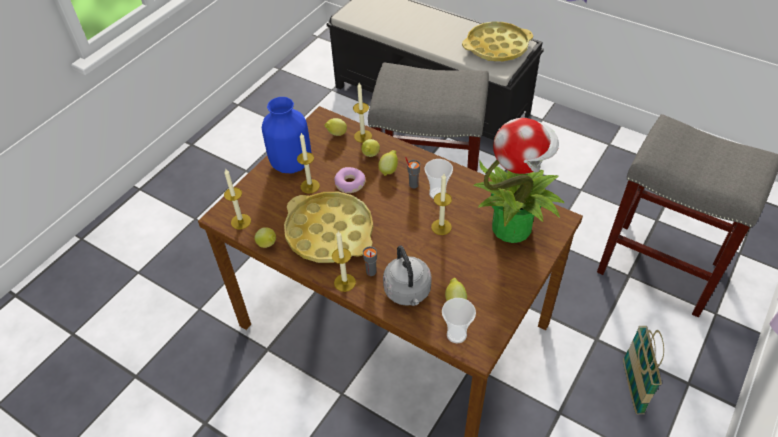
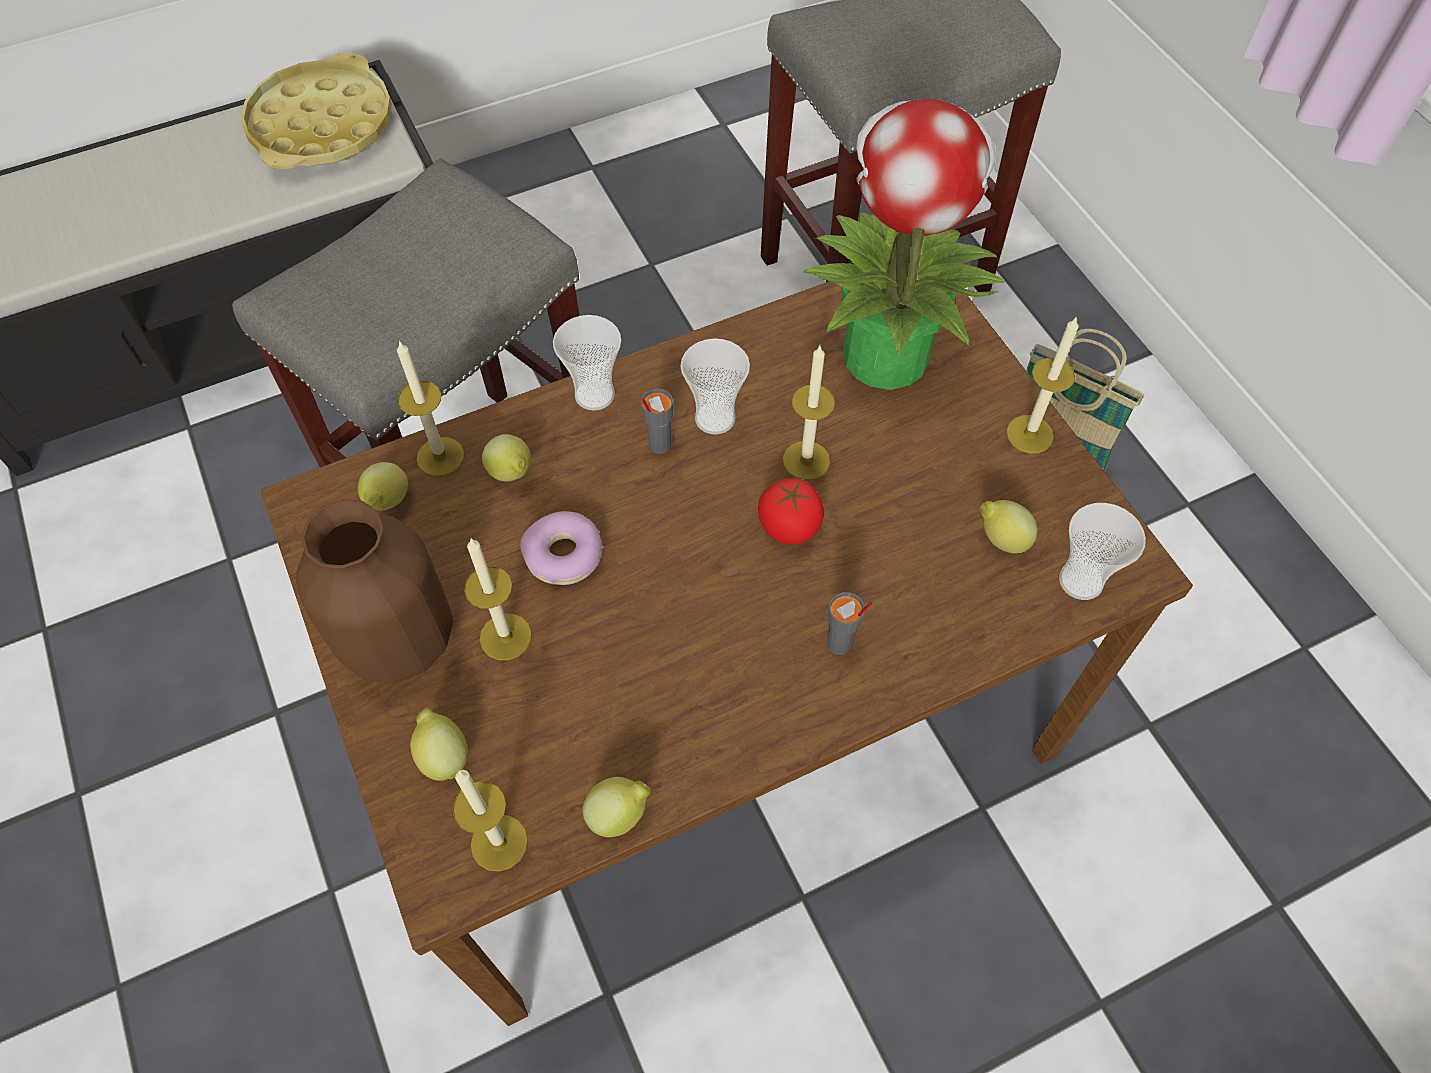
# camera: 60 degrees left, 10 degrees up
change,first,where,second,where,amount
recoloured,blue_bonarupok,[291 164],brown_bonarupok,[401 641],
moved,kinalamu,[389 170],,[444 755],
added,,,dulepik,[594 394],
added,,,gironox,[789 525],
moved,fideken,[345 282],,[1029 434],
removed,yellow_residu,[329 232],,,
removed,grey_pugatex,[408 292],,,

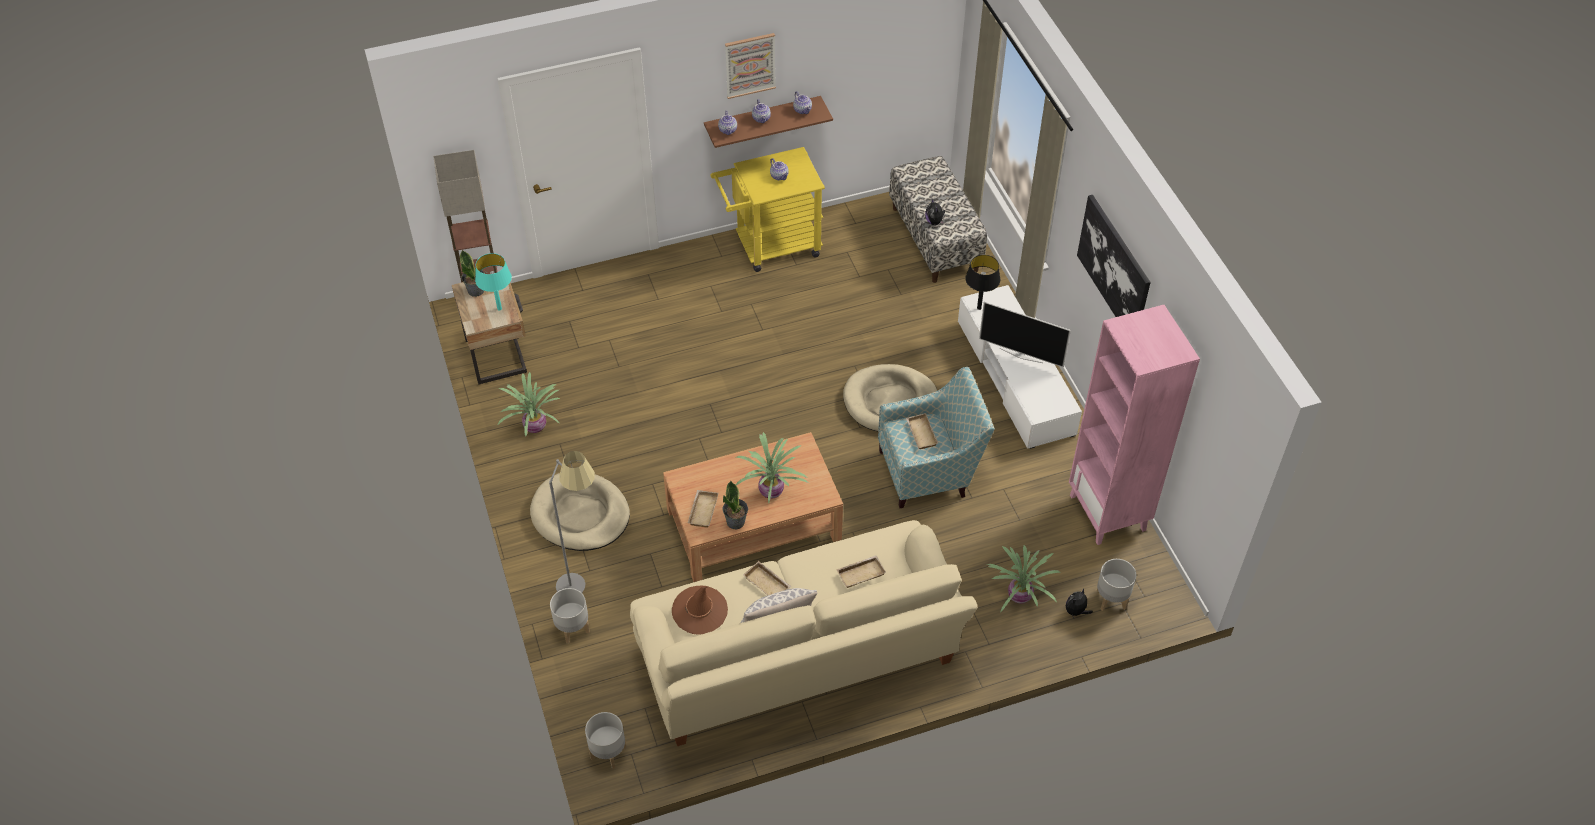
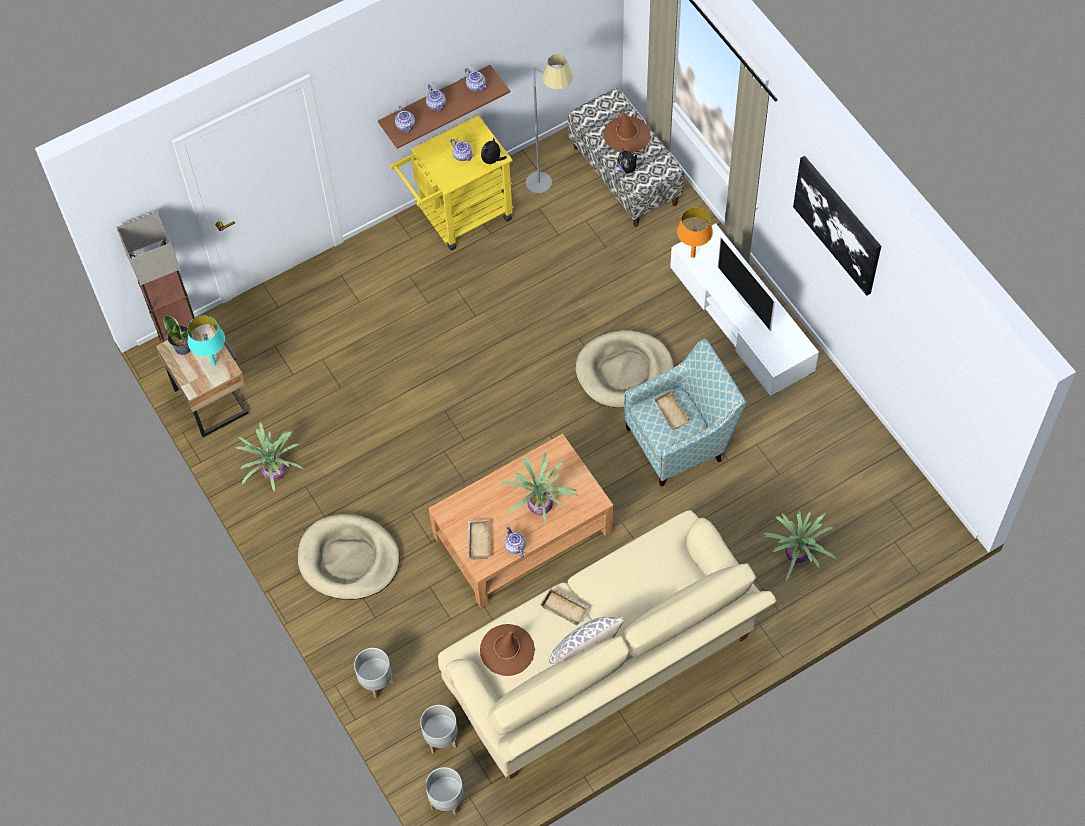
# camera: 10 degrees left, 10 degrees up
change,first,where,second,where,amount
moved,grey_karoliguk,[1111 599],,[441 738],
moved,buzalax,[1076 611],,[492 160],
replaced,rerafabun,[736 522],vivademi,[514 546],
moved,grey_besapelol,[584 584],,[550 179],
added,,,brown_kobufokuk,[626 135],
recoloured,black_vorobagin,[979 308],orange_vorobagin,[693 255],
turned,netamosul,[1021 355],,[746 301],45 degrees clockwise
removed,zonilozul,[750 65],,,
removed,beige_residu,[861 573],,,
removed,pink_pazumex,[1108 513],,,

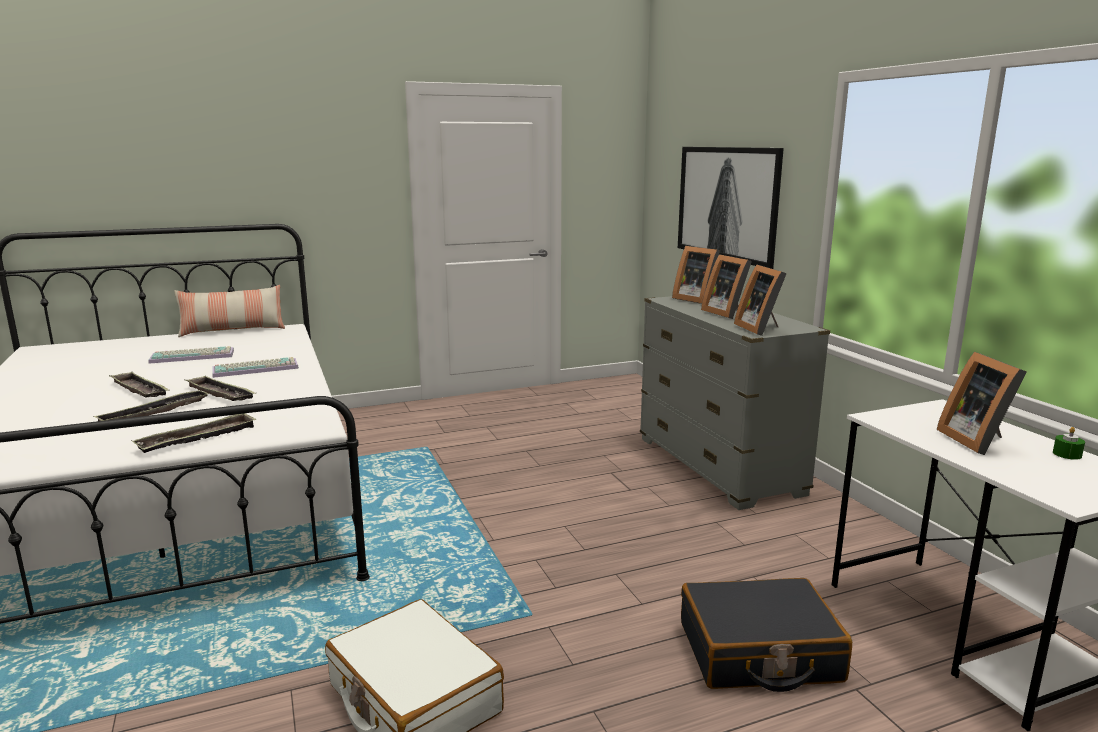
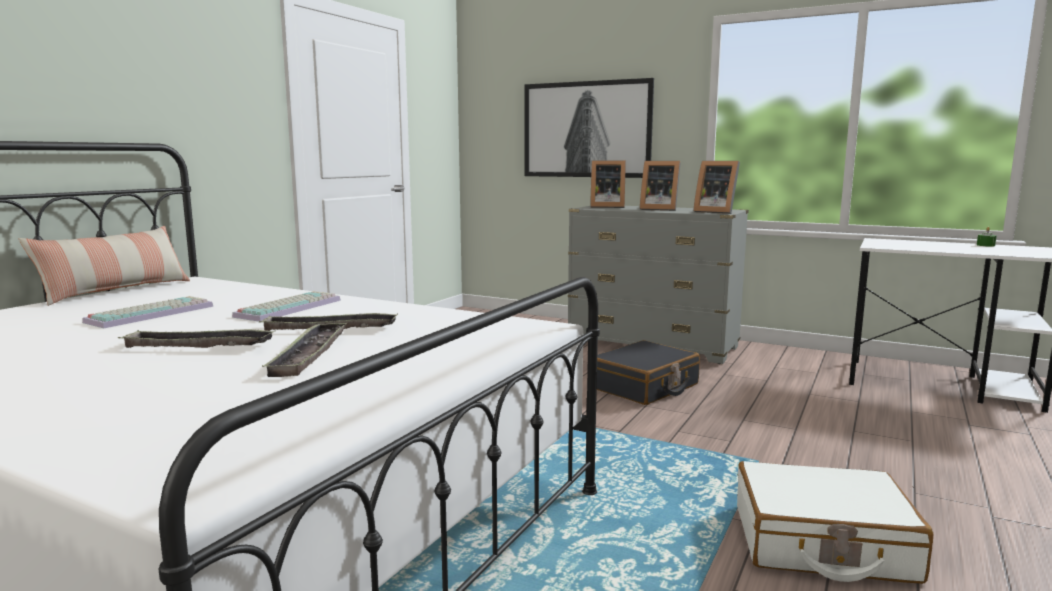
# camera: 40 degrees left, 5 degrees down
change,first,where,second,where,amount
moved,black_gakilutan,[759 652],,[644 387],
removed,residu,[198 438],,,
removed,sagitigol,[977 440],,,

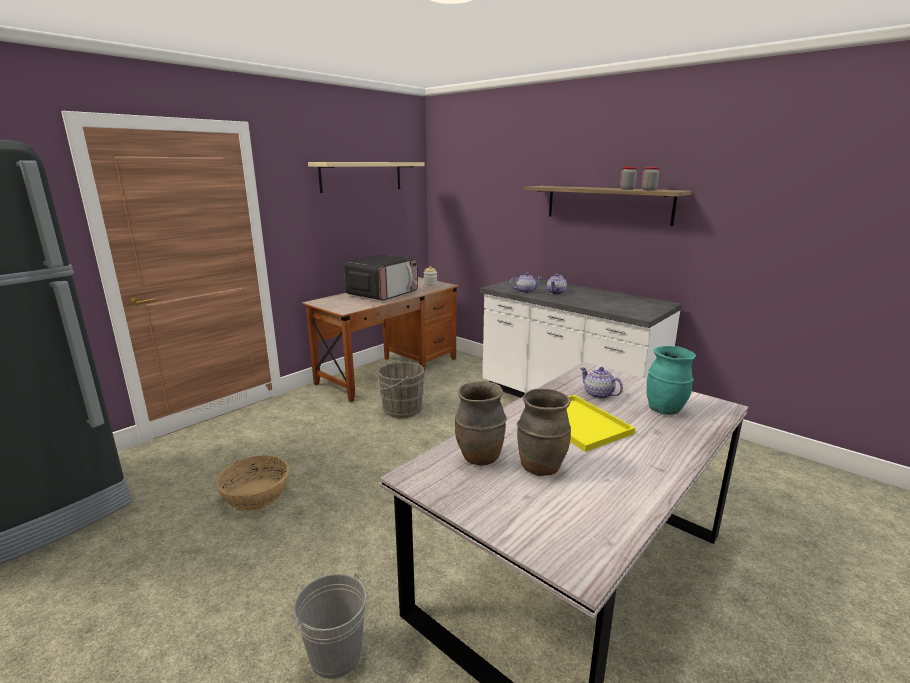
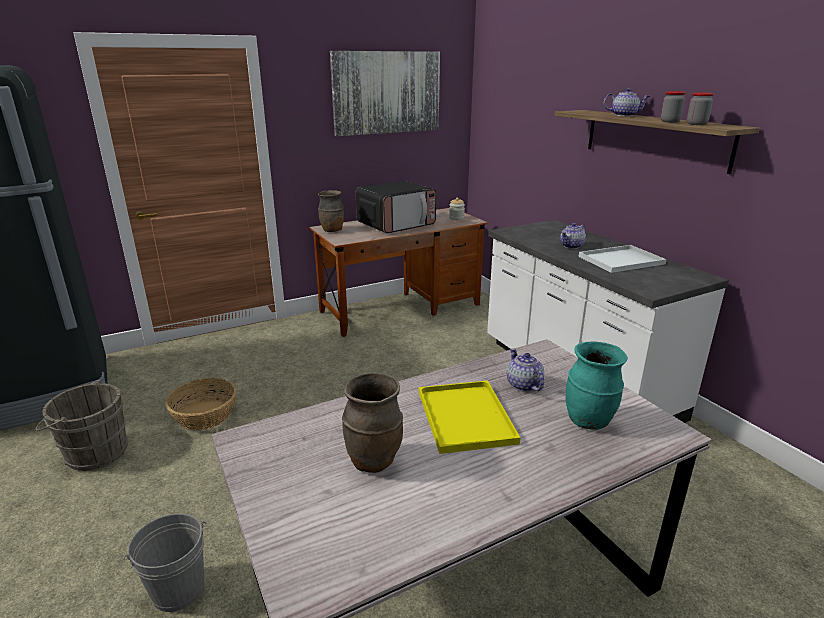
# camera: 20 degrees right, 5 degrees up
change,first,where,second,where,amount
moved,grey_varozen,[399 409],,[93 452],
moved,brown_bonarupok,[479 458],,[332 230],
replaced,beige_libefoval,[361 176],zonilozul,[387 93],
added,,,white_residu,[620 260],
moved,vivademi,[525 291],,[624 115],

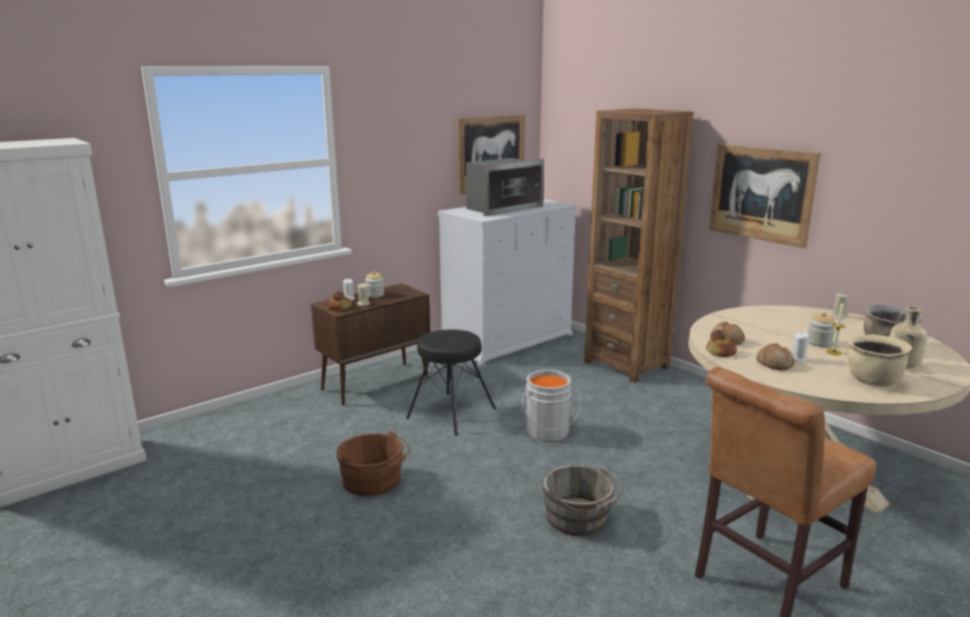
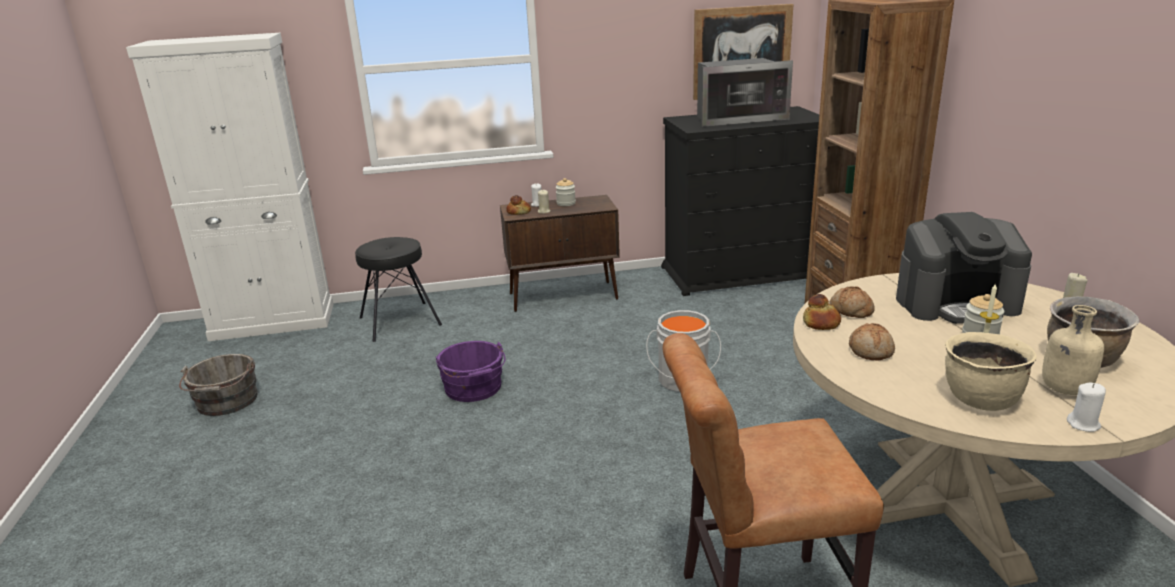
# camera: 30 degrees right, 5 degrees up
change,first,where,second,where,amount
moved,grey_varozen,[579 519],,[226 402],
moved,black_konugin,[450 413],,[399 321],
recoloured,brown_varozen,[374 481],purple_varozen,[474 389],
recoloured,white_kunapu,[507 339],black_kunapu,[740 273],
added,,,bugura,[956 304],
moved,white_fideken,[797 359],,[1083 424],
removed,zonilozul,[761 193],,,

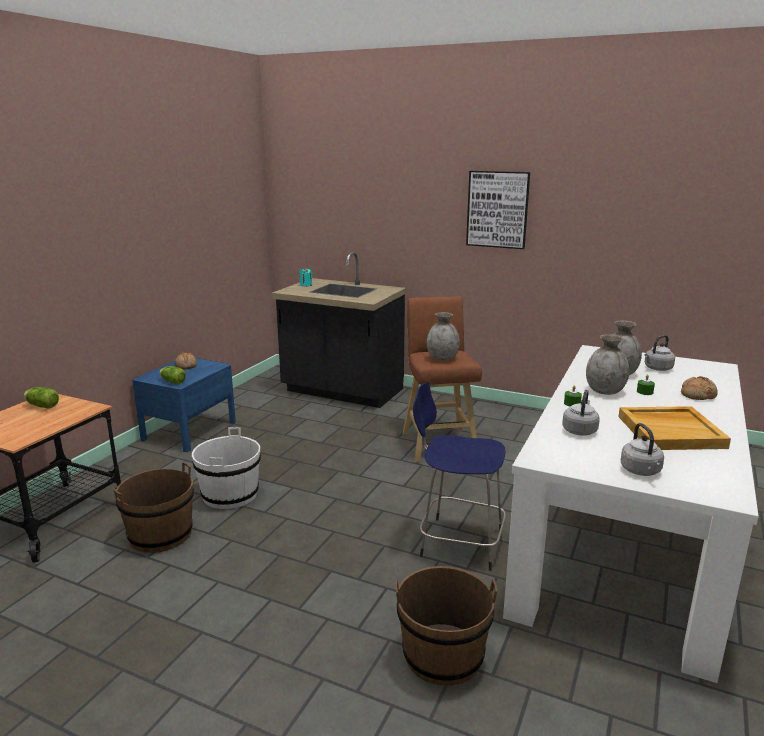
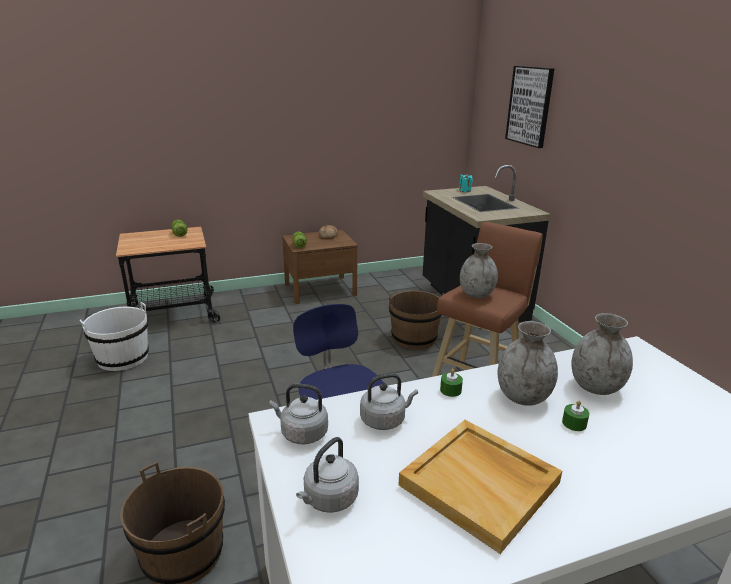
# camera: 45 degrees right, 5 degrees up
change,first,where,second,where,amount
moved,white_varozen,[230 495],,[123 358],
moved,grey_pugatex,[657 368],,[302 433],
recoloured,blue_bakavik,[189 431],brown_bakavik,[320 289],
moved,brown_varozen,[160 535],,[414 338],
moved,zonilozul,[497 209],,[530 106],
removed,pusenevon,[697 395],,,

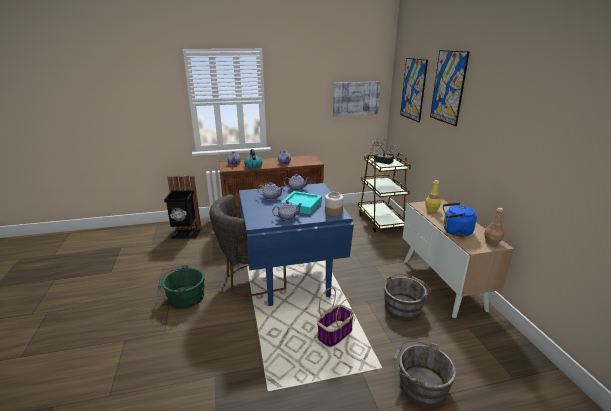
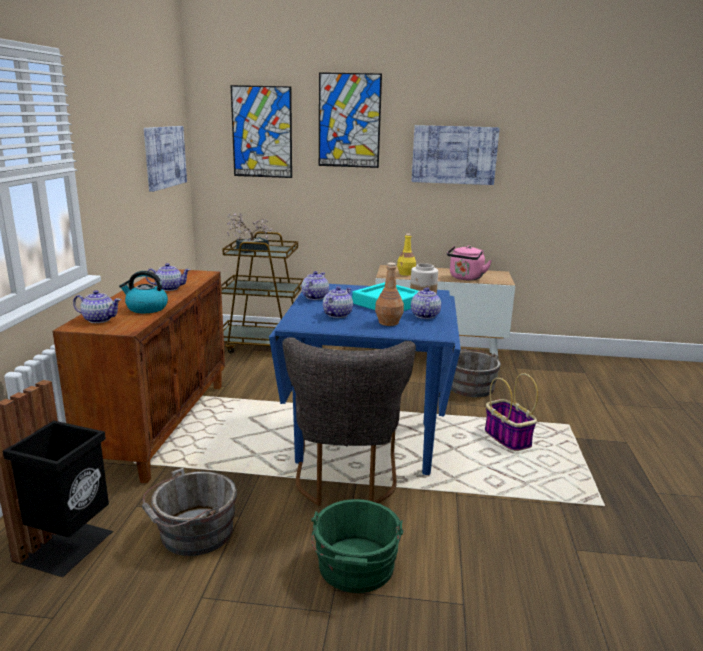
# camera: 70 degrees left, 5 degrees down
change,first,where,second,where,amount
moved,grey_varozen,[419 384],,[192 534],
moved,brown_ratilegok,[492 242],,[388 322],
added,,,zonilozul,[454 155],
recoloured,blue_pugatex,[455 231],pink_pugatex,[465 278],

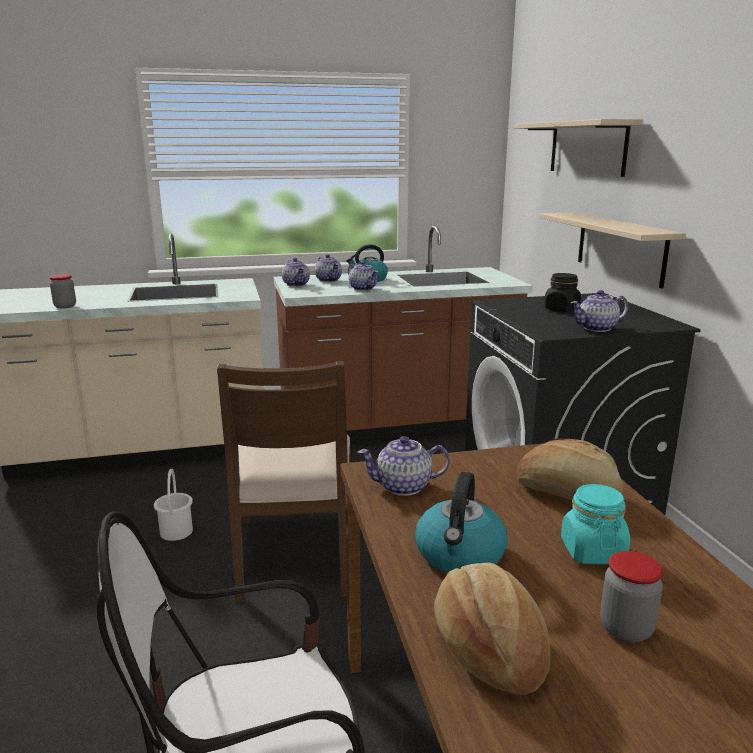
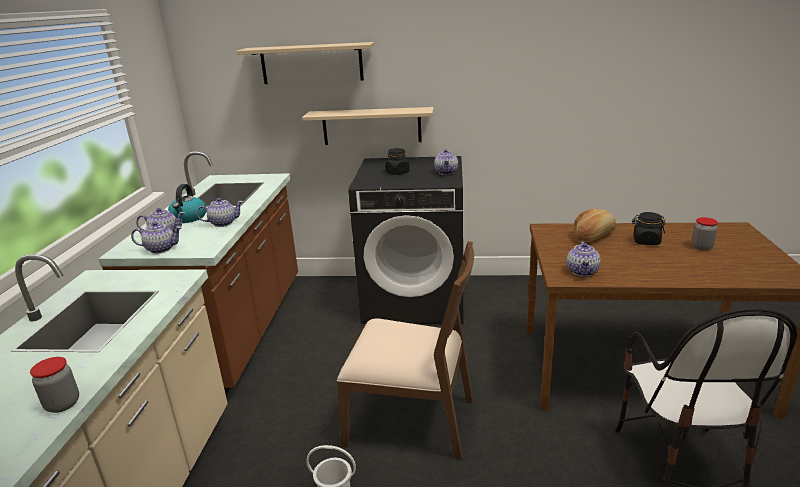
# camera: 70 degrees left, 5 degrees up
change,first,where,second,where,amount
recoloured,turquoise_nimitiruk,[592 551],black_nimitiruk,[646 241],
removed,pugatex,[460 555],,,
removed,pusenevon,[488 648],,,

